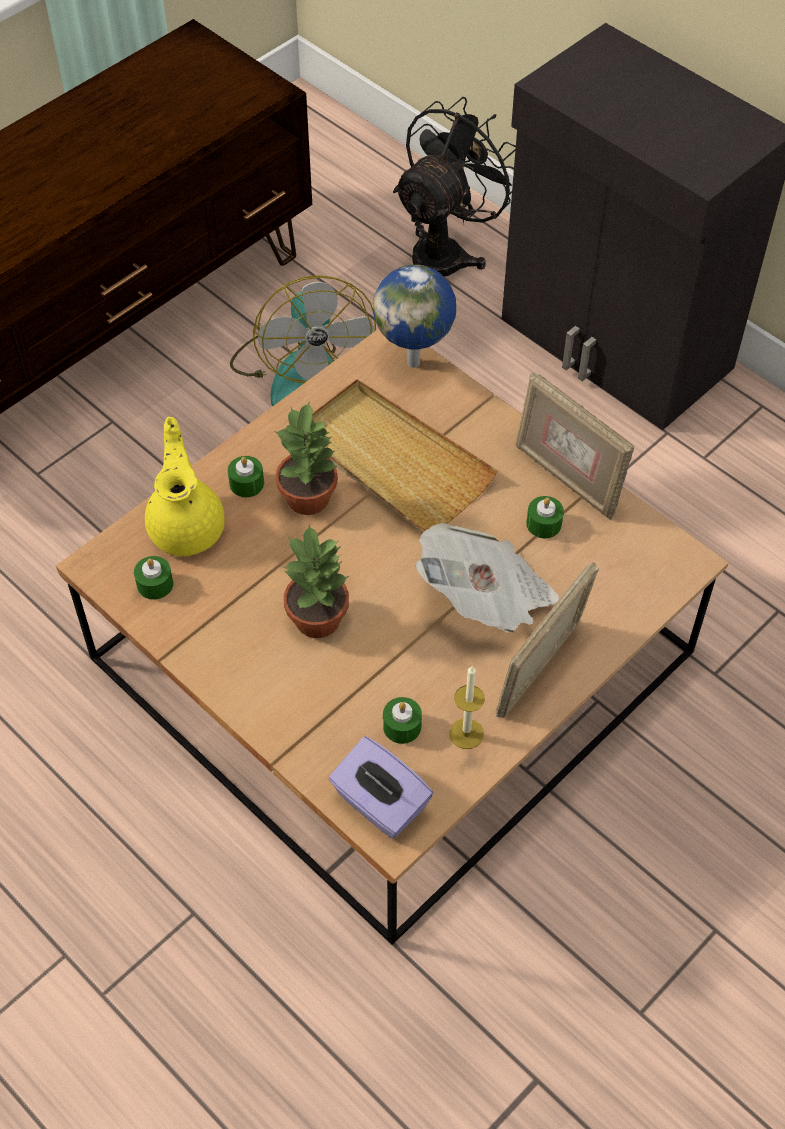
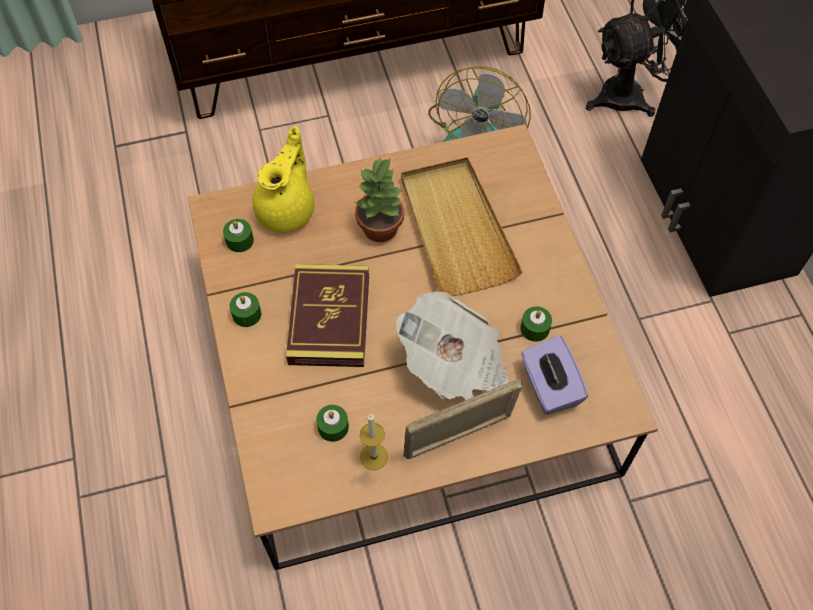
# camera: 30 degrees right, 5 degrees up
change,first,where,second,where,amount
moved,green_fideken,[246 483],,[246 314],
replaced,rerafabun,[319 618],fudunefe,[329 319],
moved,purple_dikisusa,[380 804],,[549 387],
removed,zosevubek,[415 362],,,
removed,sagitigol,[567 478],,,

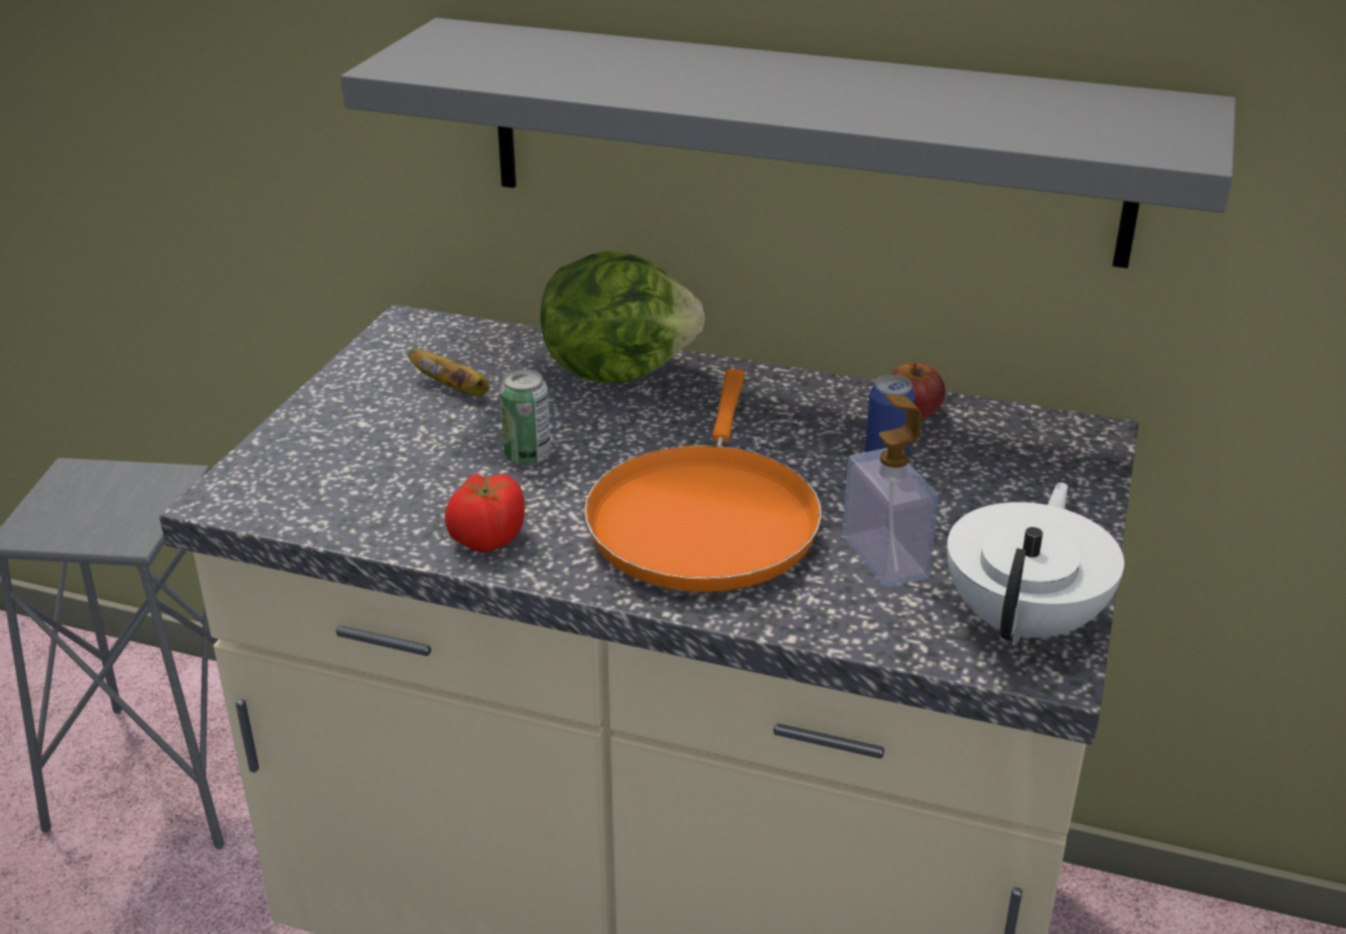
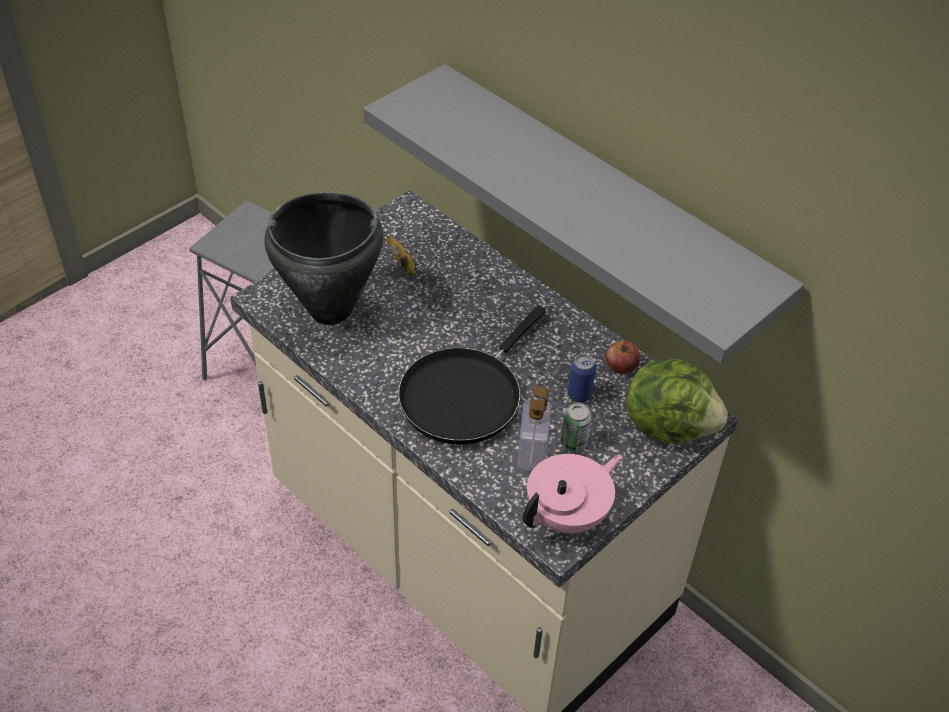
# camera: 25 degrees right, 15 degrees up
change,first,where,second,where,amount
added,,,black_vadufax,[331 310],
recoloured,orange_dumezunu,[704 519],black_dumezunu,[465 395],
recoloured,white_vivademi,[1025 621],pink_vivademi,[568 515],
moved,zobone,[527 456],,[573 443],
moved,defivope,[617 370],,[668 424],
removed,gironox,[487 539],,,

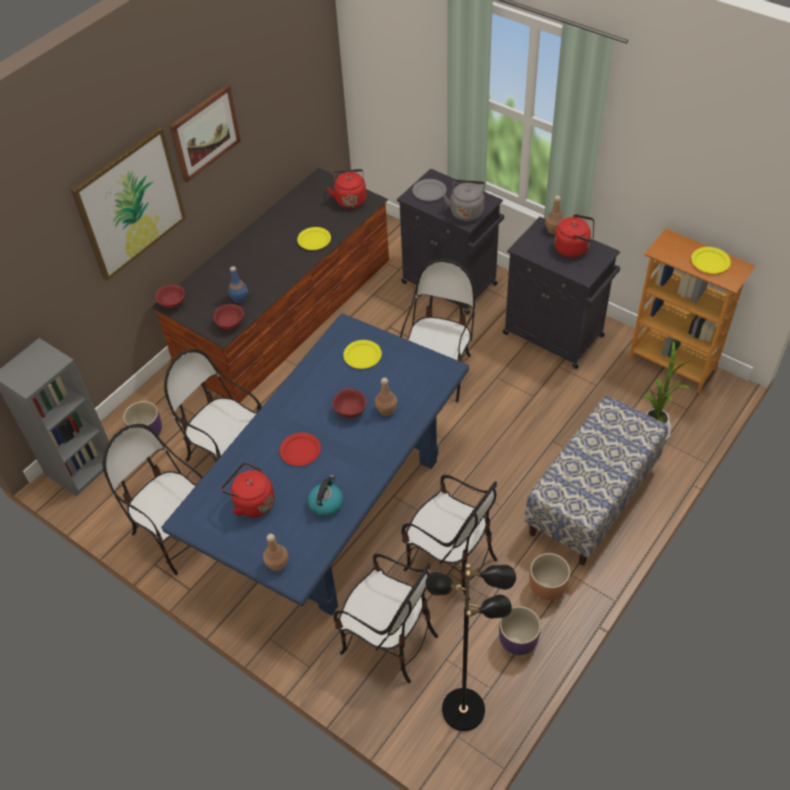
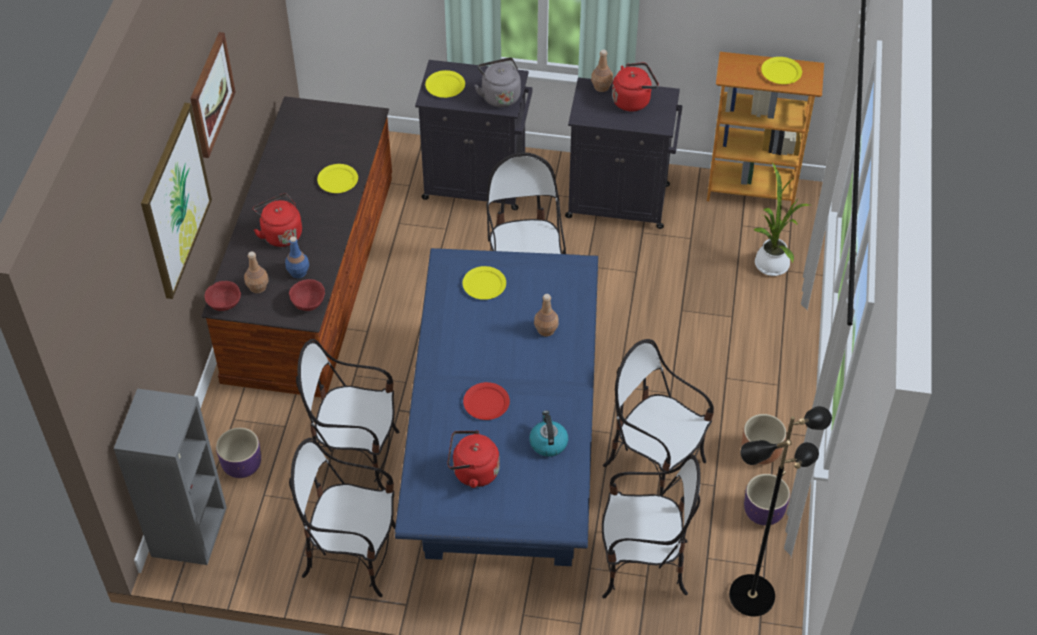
# camera: 30 degrees left, 0 degrees up
change,first,where,second,where,amount
moved,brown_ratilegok,[277 563],,[257 287],
moved,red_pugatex,[350 199],,[280 233],
recoloured,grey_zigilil,[429 191],yellow_zigilil,[445 86],
turned,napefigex,[450 562],,[654 466],150 degrees counterclockwise
removed,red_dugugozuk,[350 410],,,
removed,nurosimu,[592 500],,,

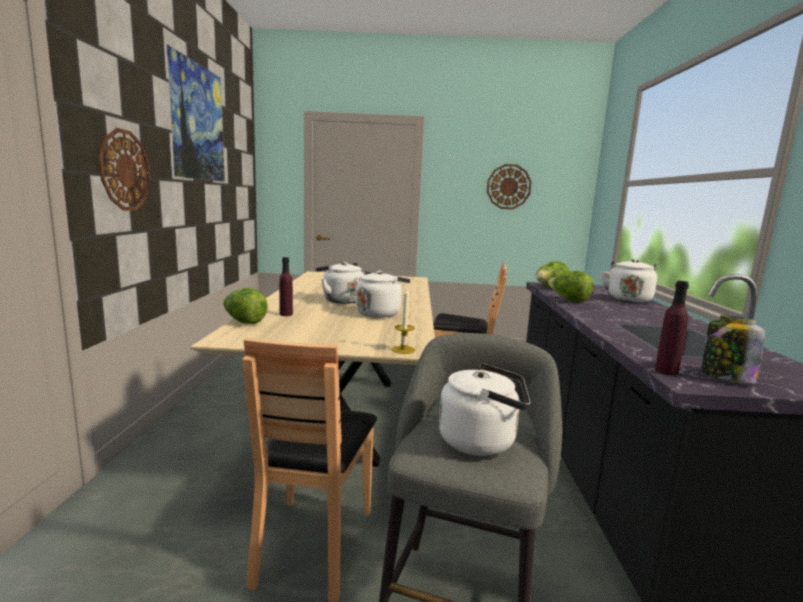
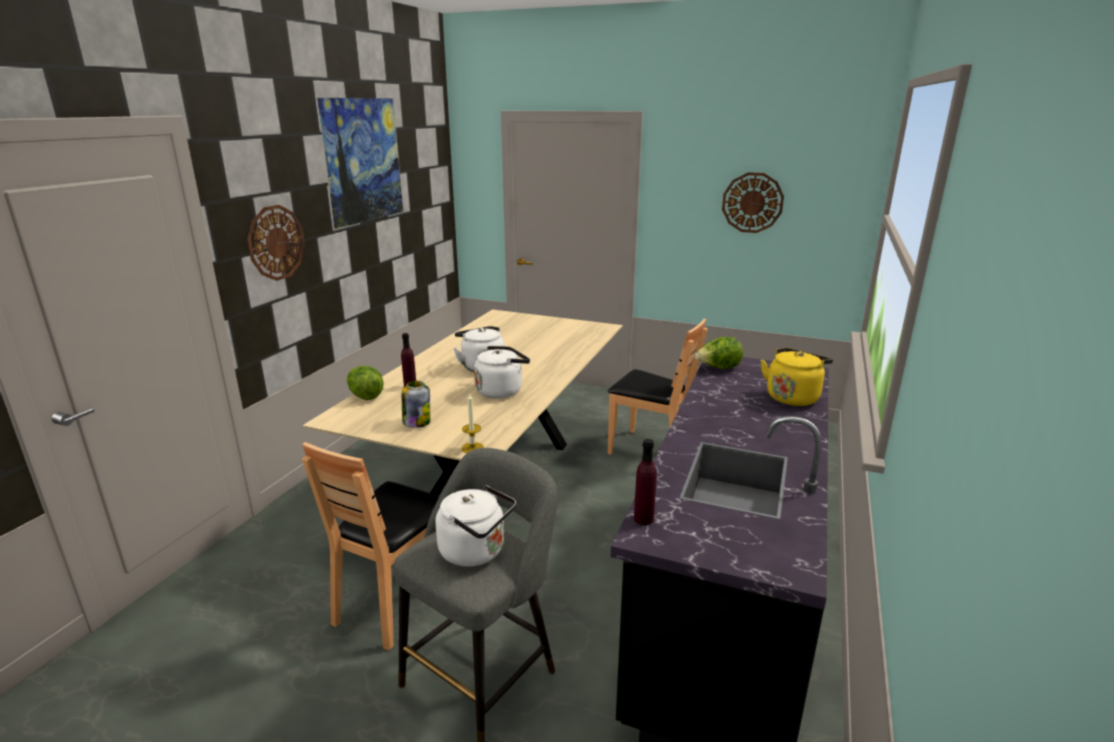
# camera: 20 degrees right, 10 degrees up
change,first,where,second,where,amount
moved,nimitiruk,[726 377],,[416 422],
recoloured,white_pugatex,[628 299],yellow_pugatex,[793 397],
removed,defivope,[569 300],,,

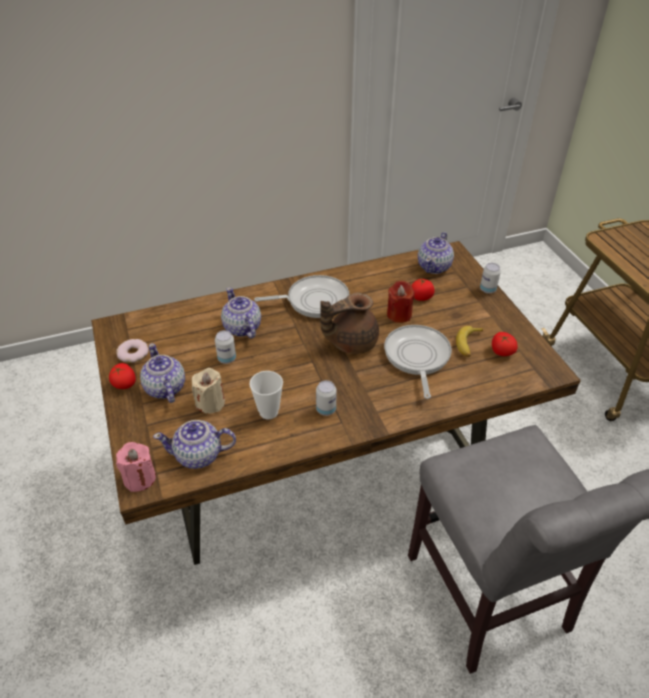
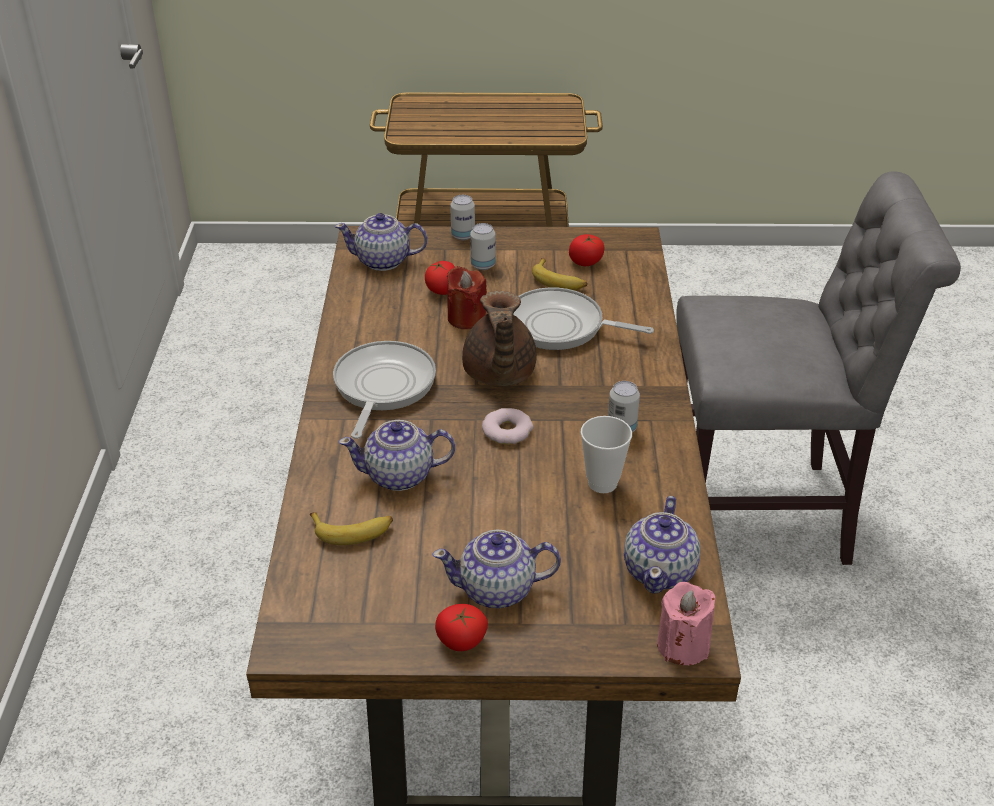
# camera: 70 degrees left, 5 degrees down
change,first,where,second,where,amount
added,,,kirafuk,[353 531],
turned,vivademi,[434 266],,[383 261],135 degrees clockwise
moved,zobone,[227 359],,[483 265],
moved,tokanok,[133 353],,[507 431],
removed,beige_fideken,[210 403],,,

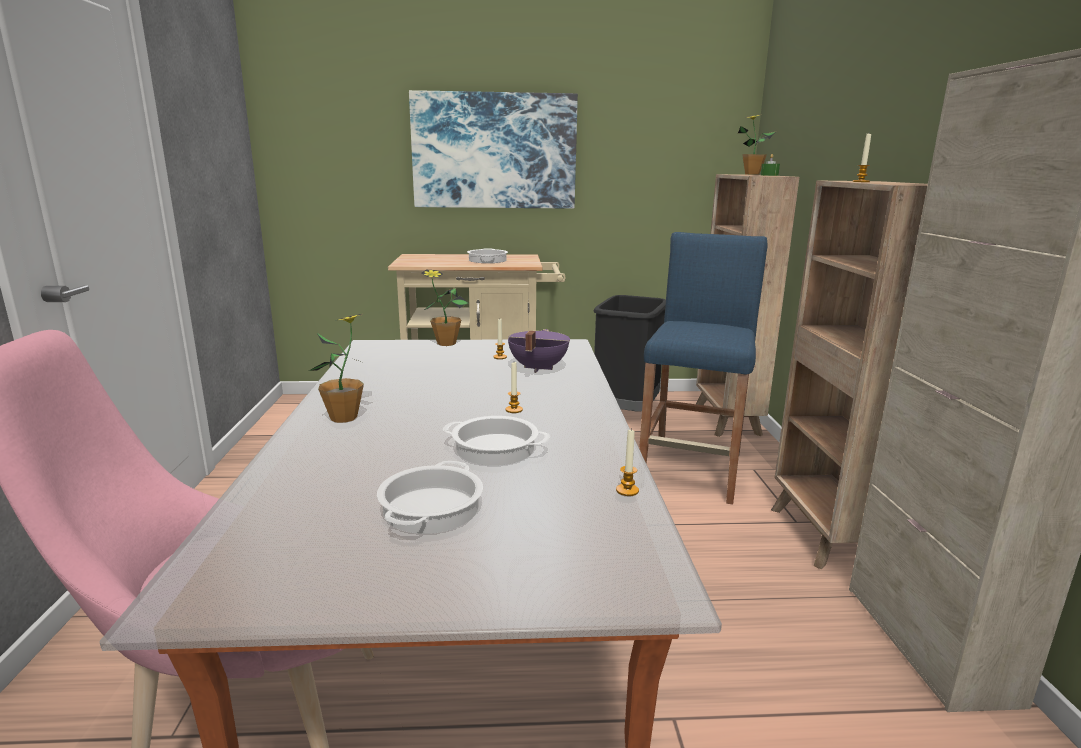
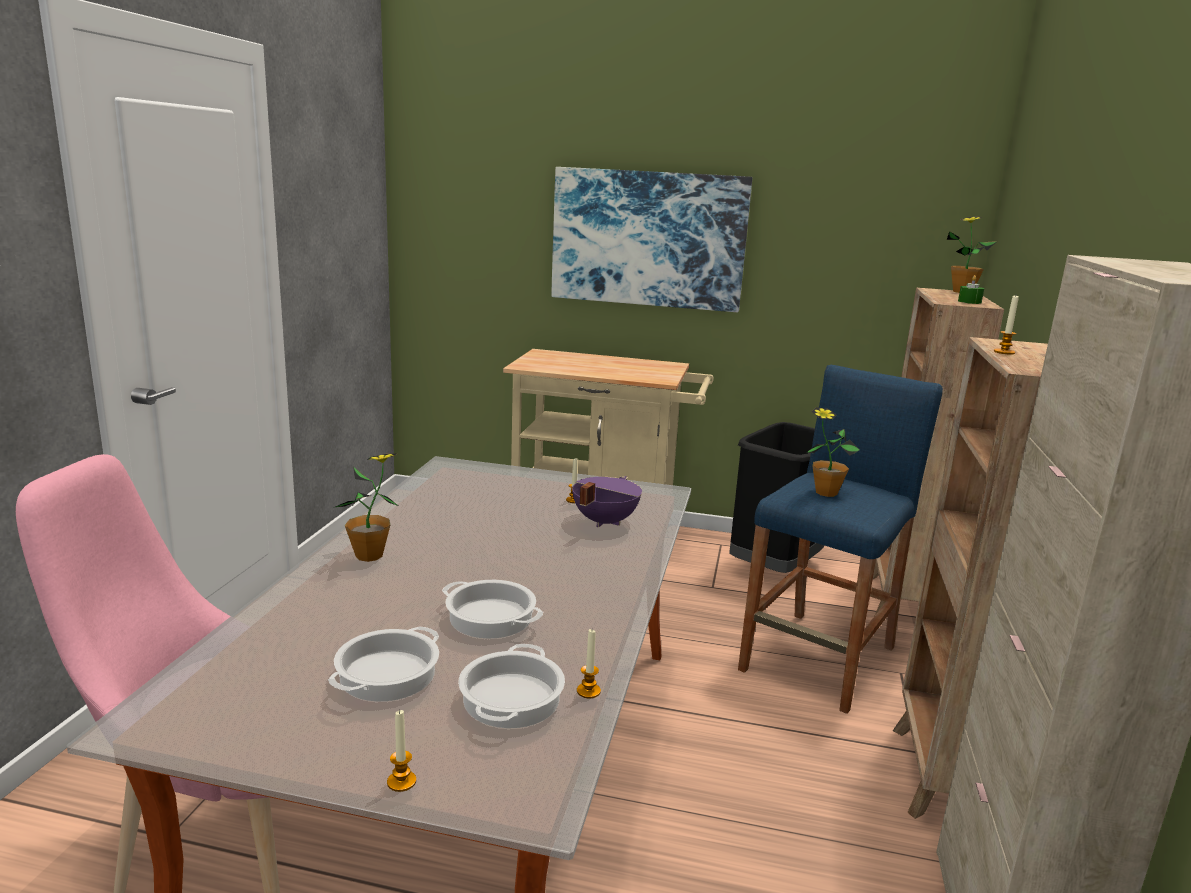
# camera: 15 degrees right, 0 degrees up
change,first,where,second,where,amount
moved,fideken,[514 410],,[401 781],
moved,vadufax,[488 260],,[512 699],
moved,rerafabun,[446 343],,[826 493],

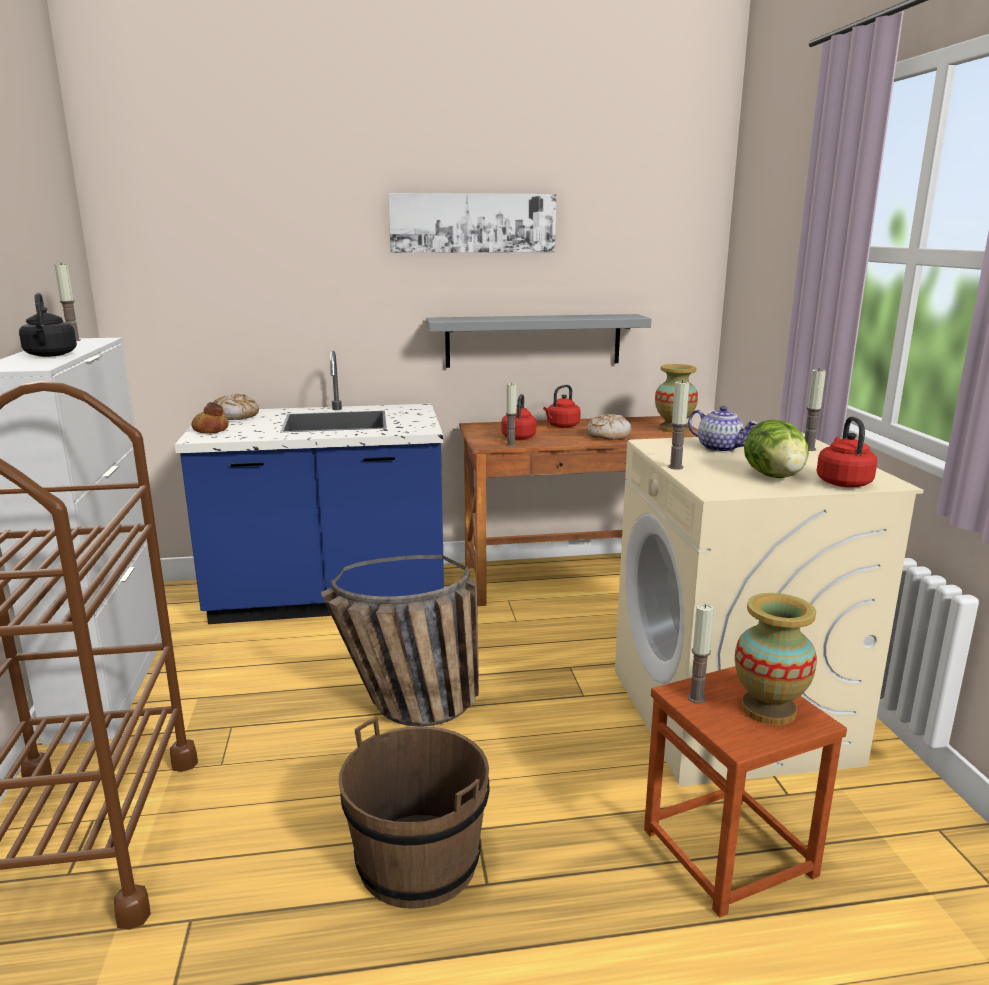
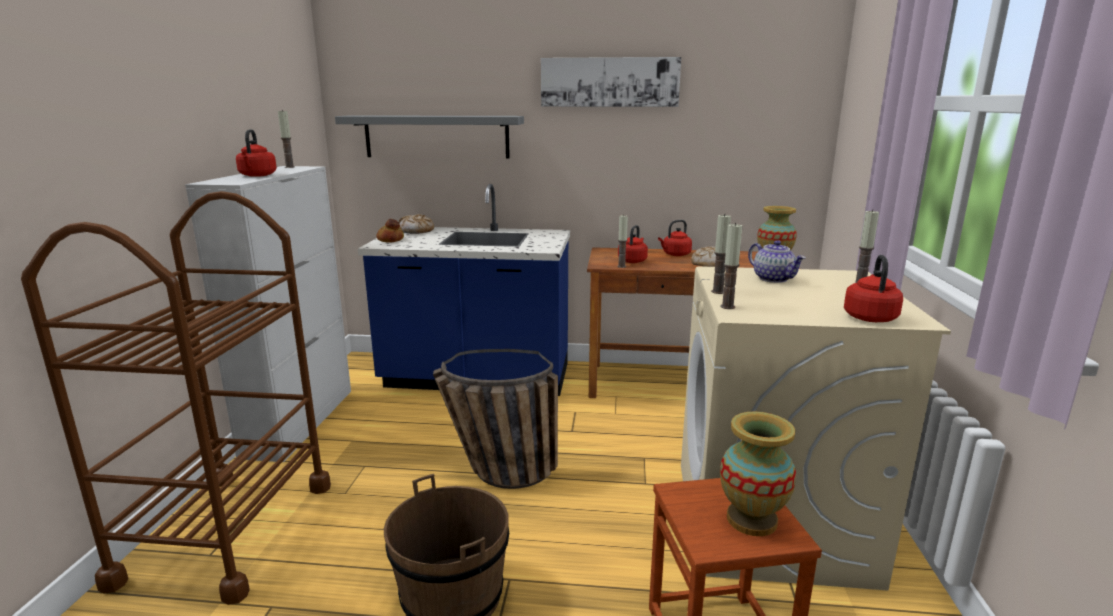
# camera: 15 degrees right, 0 degrees up
change,first,where,second,where,amount
recoloured,black_pugatex,[50 355],red_pugatex,[257 175],
moved,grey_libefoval,[533 340],,[436 136],
moved,fideken,[696 698],,[727 307],
removed,defivope,[774 476],,,

